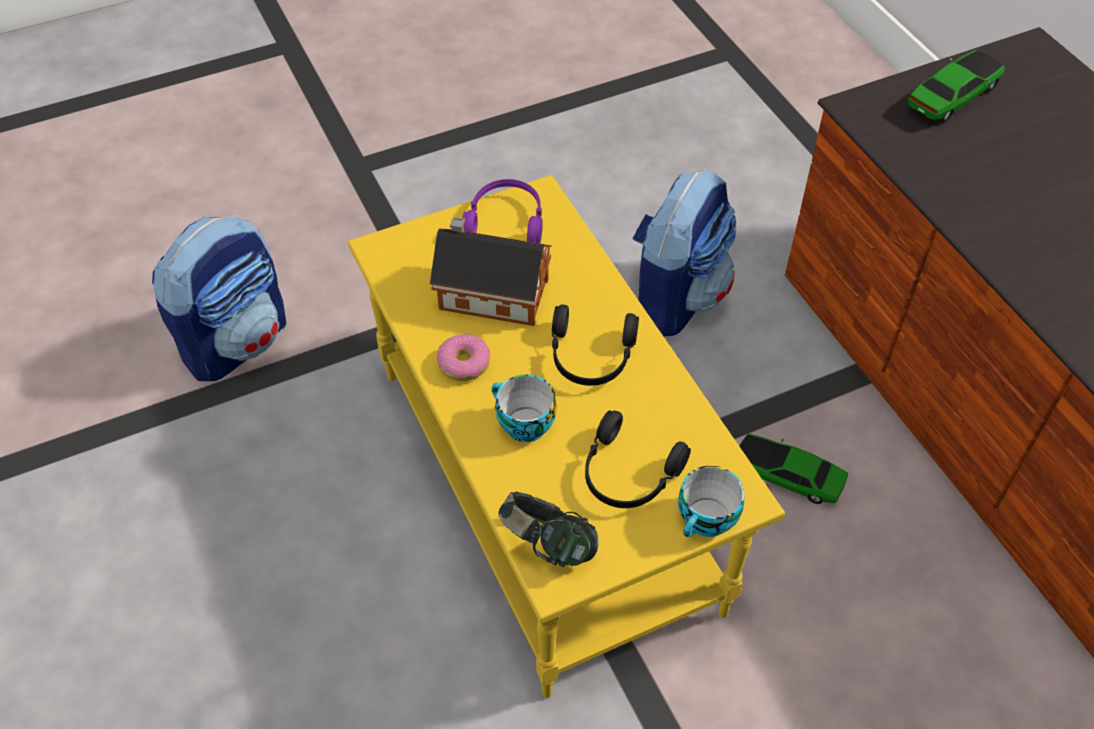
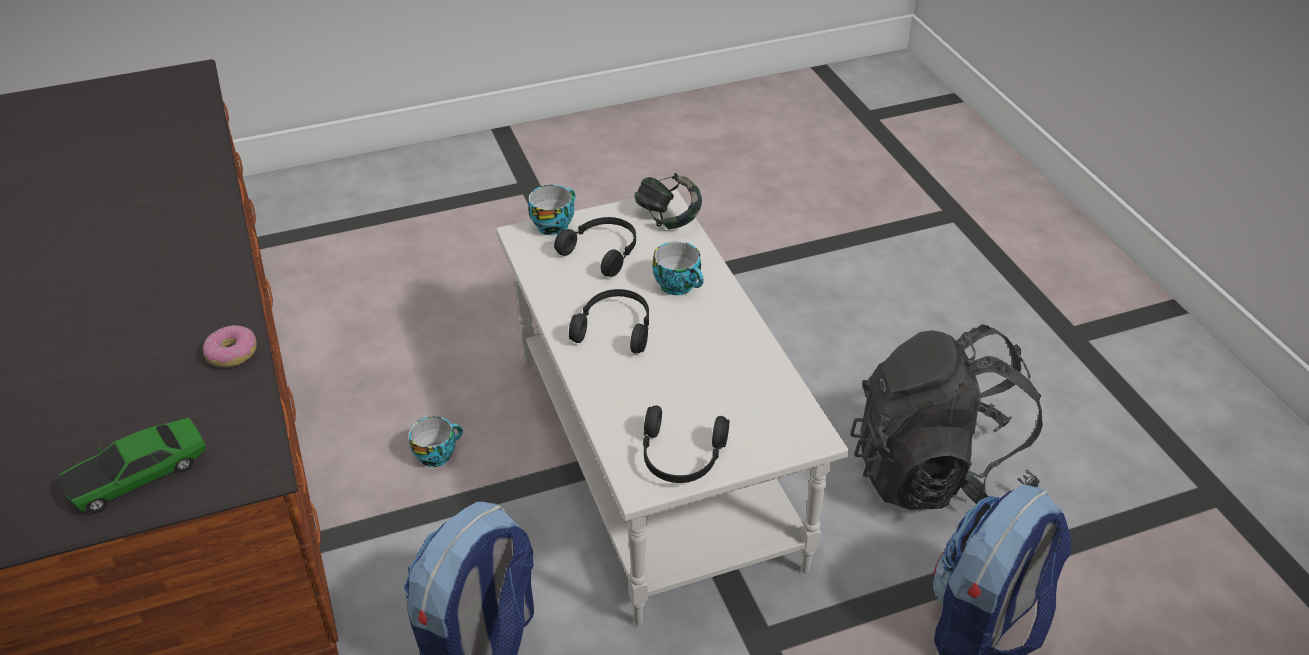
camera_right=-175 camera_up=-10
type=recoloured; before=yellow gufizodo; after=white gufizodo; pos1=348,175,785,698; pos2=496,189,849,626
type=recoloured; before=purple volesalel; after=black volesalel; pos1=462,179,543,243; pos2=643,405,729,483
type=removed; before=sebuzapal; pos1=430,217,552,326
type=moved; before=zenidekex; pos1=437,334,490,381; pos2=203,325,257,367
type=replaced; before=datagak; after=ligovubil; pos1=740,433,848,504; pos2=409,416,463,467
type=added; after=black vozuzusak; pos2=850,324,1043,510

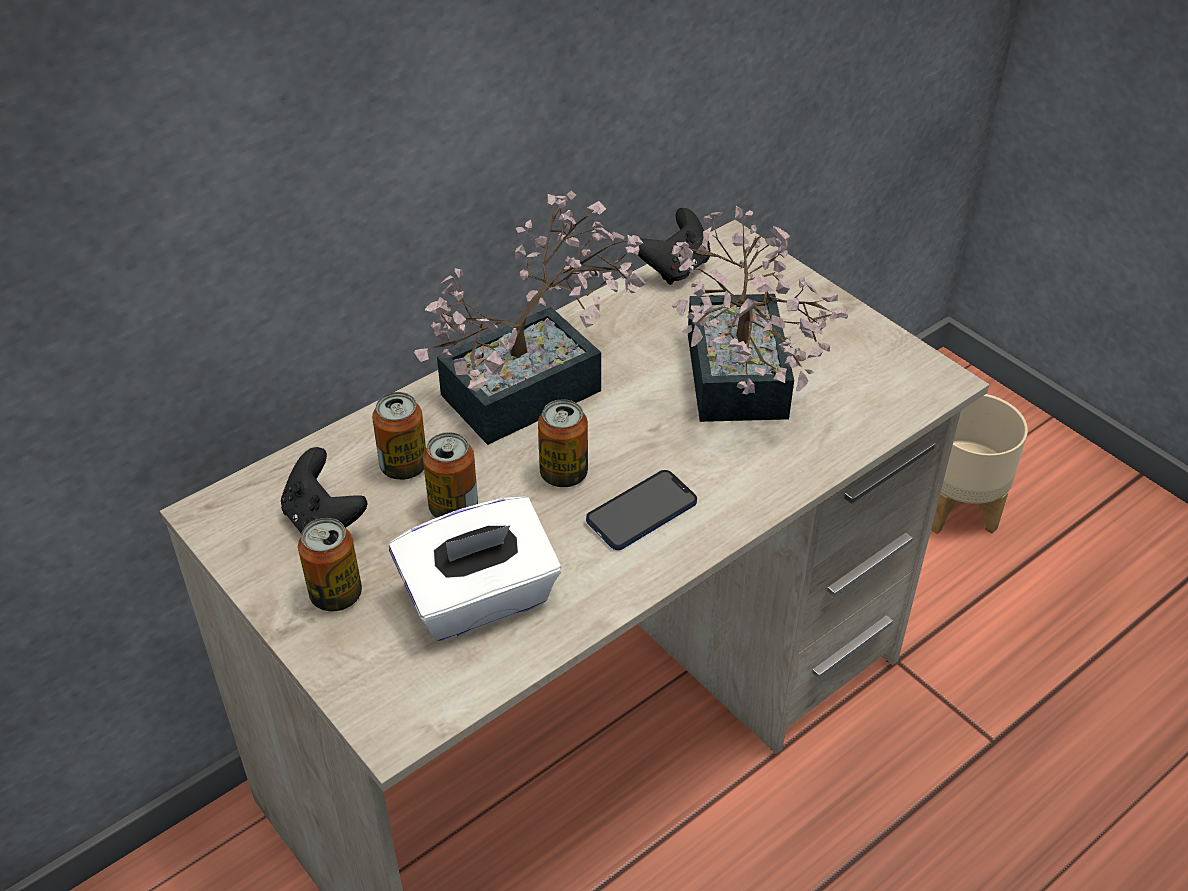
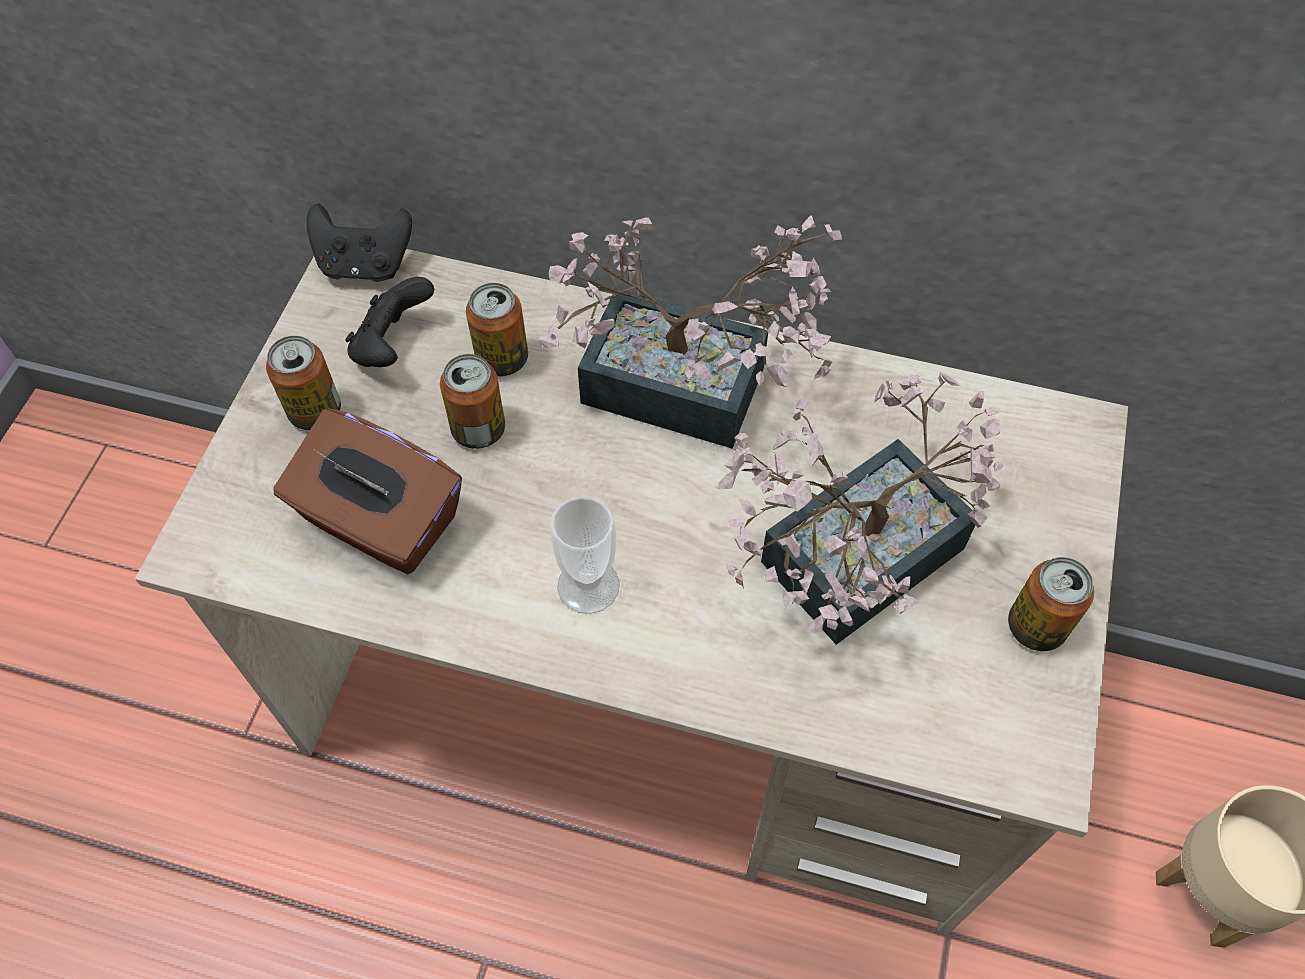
camera_right=55 camera_up=15
type=moved; before=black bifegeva; pos1=638,208,710,285; pos2=307,204,412,282
type=moved; before=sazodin; pos1=538,400,588,487; pos2=1008,557,1094,651
type=replaced; before=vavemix; after=ligovubil; pos1=586,470,697,550; pos2=550,496,620,614
type=recoloured; before=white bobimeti; after=brown bobimeti; pos1=389,496,561,641; pos2=273,408,462,574

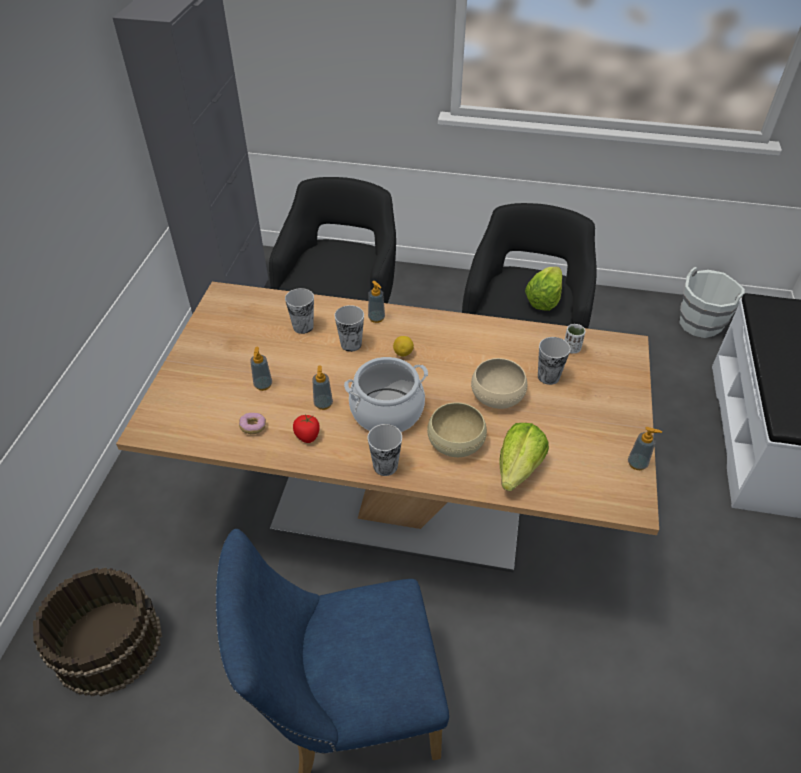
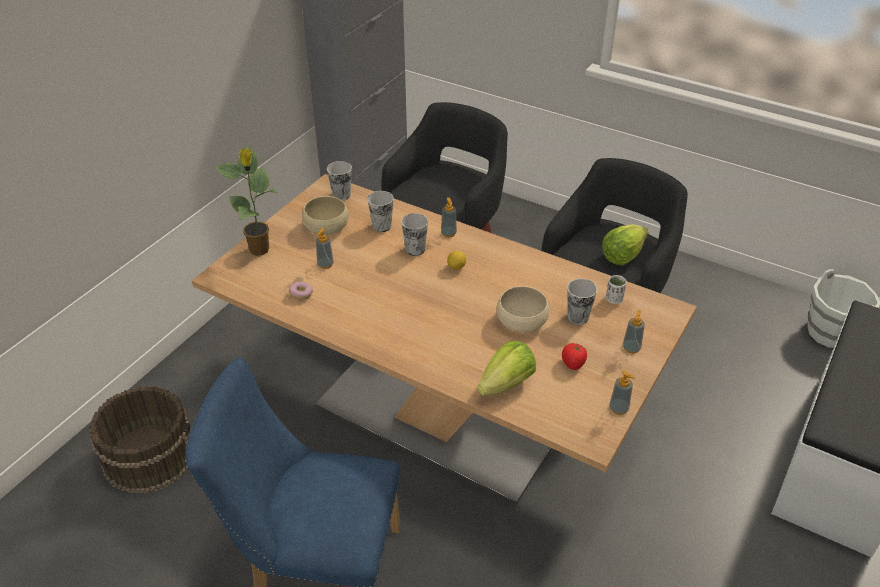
camera_right=20 camera_up=-5
type=removed; before=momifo; pos1=344,357,428,432
type=moved; before=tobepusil; pos1=312,365,333,410; pos2=623,310,645,354
type=moved; before=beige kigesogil; pos1=427,402,487,457; pos2=302,196,349,235
type=moved; before=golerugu; pos1=293,414,320,443; pos2=562,343,587,370
type=moved; before=ligovubil; pos1=368,424,402,476; pos2=327,161,352,201
type=added; after=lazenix; pos2=215,145,278,256

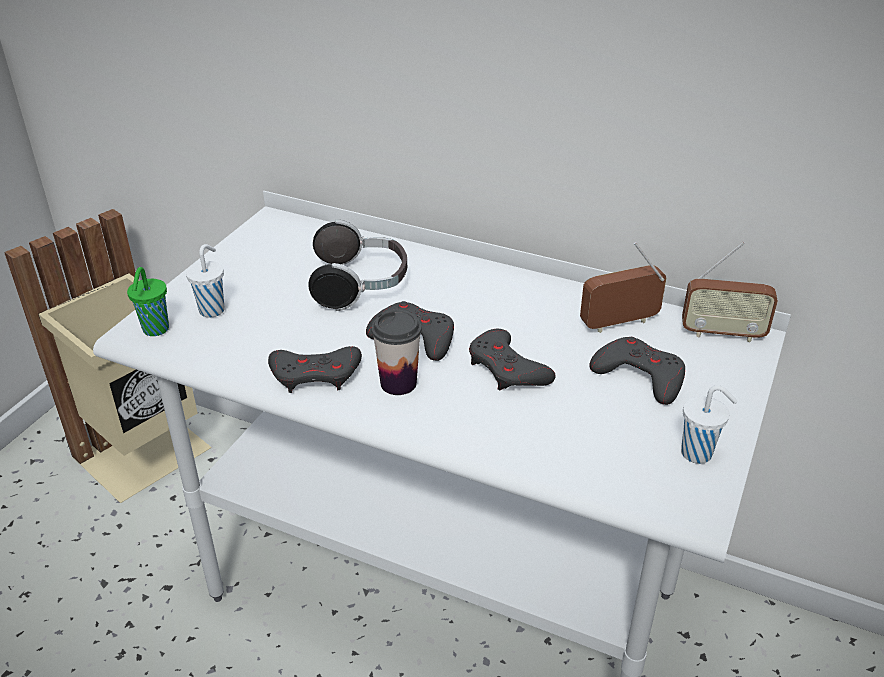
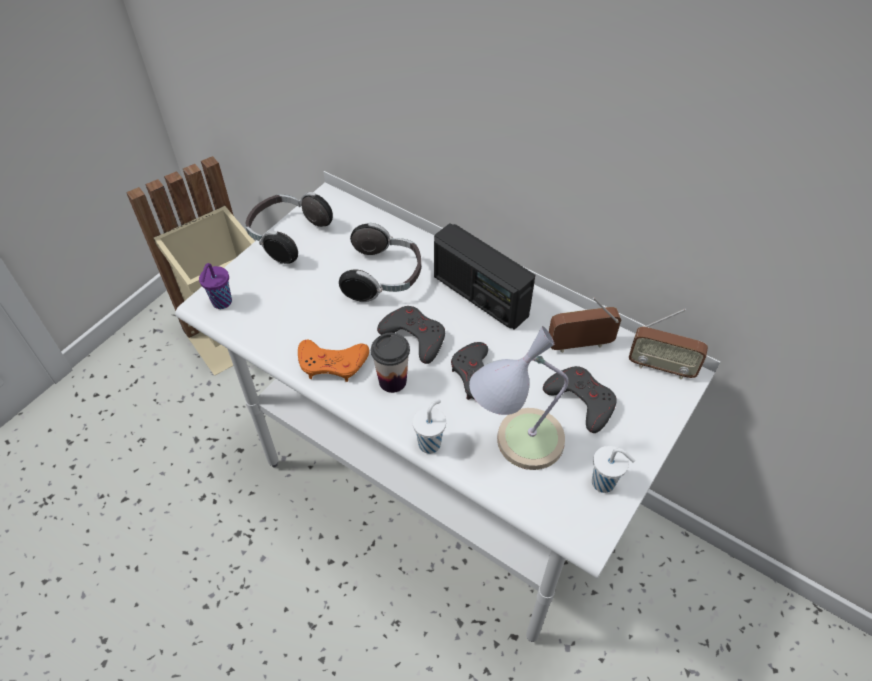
camera_right=10 camera_up=15
type=moved; before=white ligovubil; pos1=186,244,225,318; pos2=412,400,446,454
type=recoloured; before=green ligovubil; after=purple ligovubil; pos1=127,267,169,336; pos2=199,263,232,309
type=recoloured; before=grey bifegeva; after=orange bifegeva; pos1=268,346,362,393; pos2=298,340,369,382
type=added; after=volesalel; pos2=245,192,333,264
type=added; after=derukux; pos2=434,223,535,330
type=added; after=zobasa; pos2=469,326,569,470

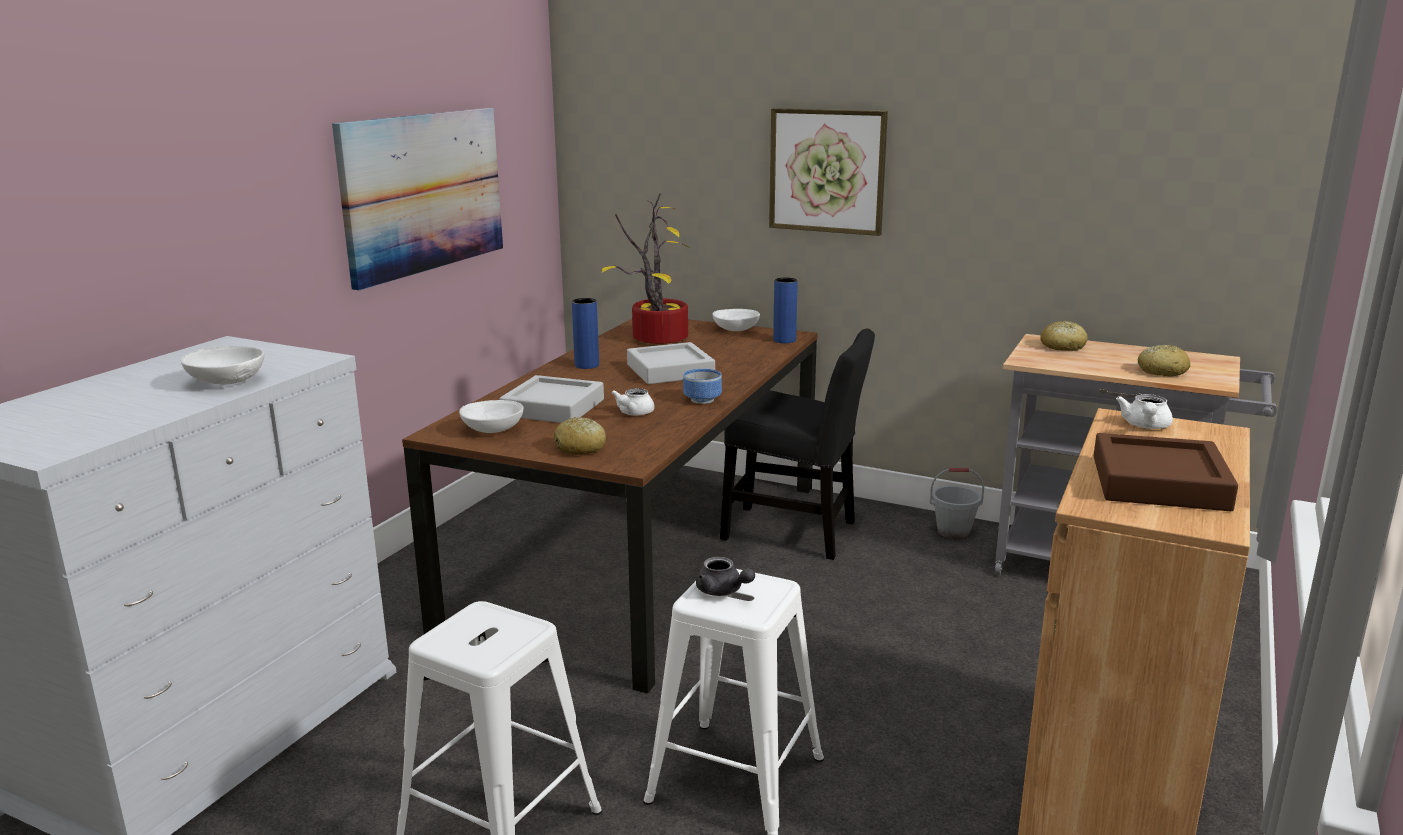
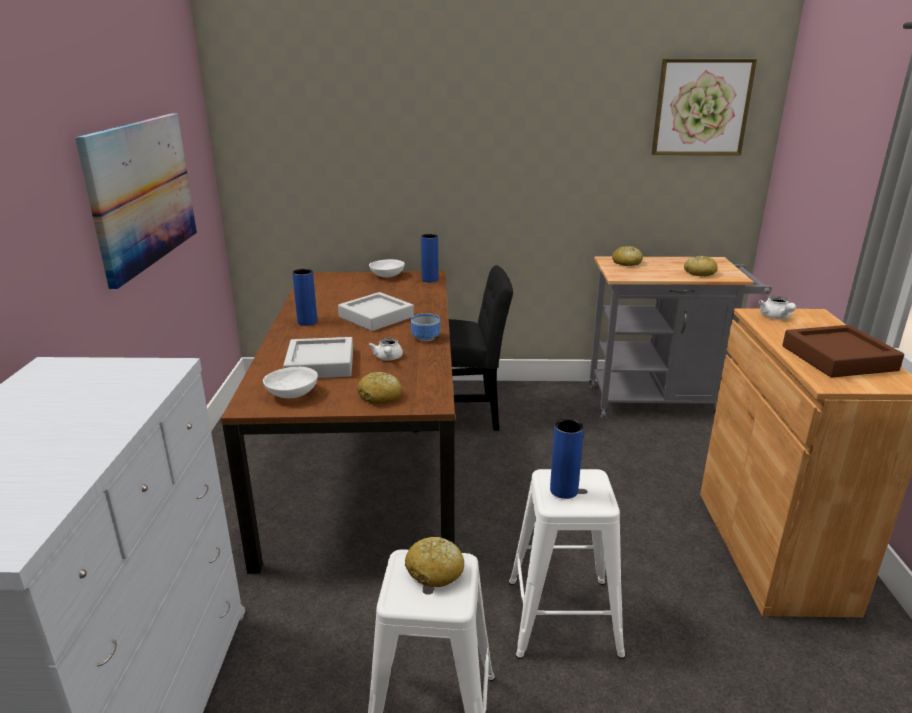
camera_right=-25 camera_up=5
type=moved; before=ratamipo; pos1=769,108,888,236; pos2=652,59,757,155
type=removed; before=lazenix; pos1=601,193,691,344
type=removed; before=white kigesogil; pos1=181,346,265,385
type=removed; before=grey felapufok; pos1=930,468,984,539
type=replaced; before=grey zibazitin; after=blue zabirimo; pos1=696,557,755,596; pos2=550,418,584,499
type=added; after=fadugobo; pos2=405,537,464,587

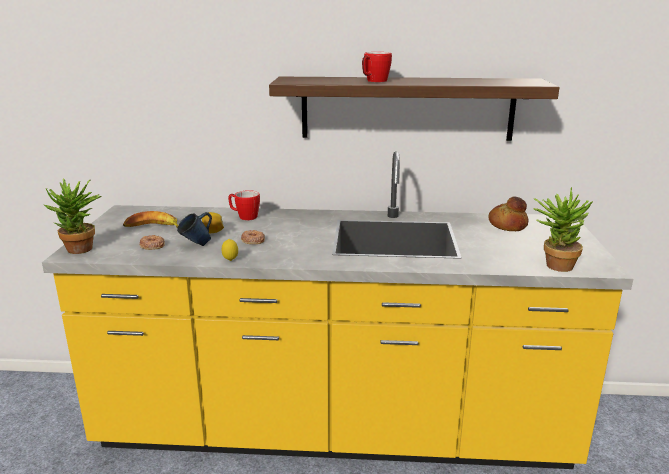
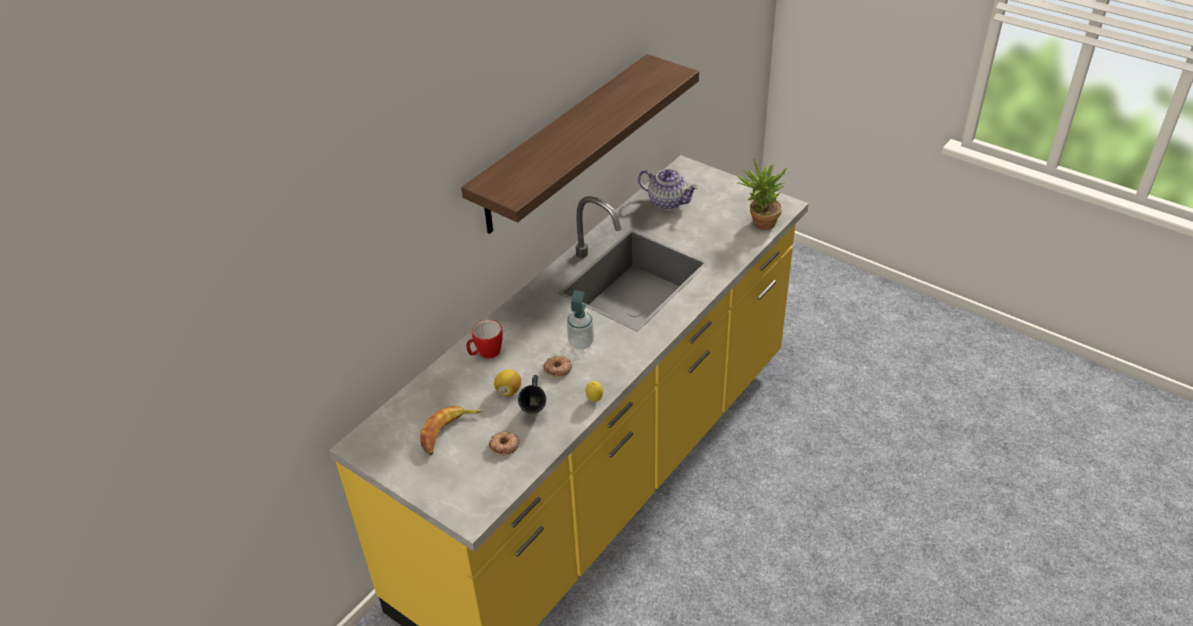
camera_right=-55 camera_up=20
type=removed; before=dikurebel; pos1=362,52,392,82
type=removed; before=lazenix; pos1=44,178,102,254
type=replaced; before=fadugobo; after=zibazitin; pos1=488,197,528,231; pos2=638,169,699,210
type=added; after=tobepusil; pos2=567,290,594,349

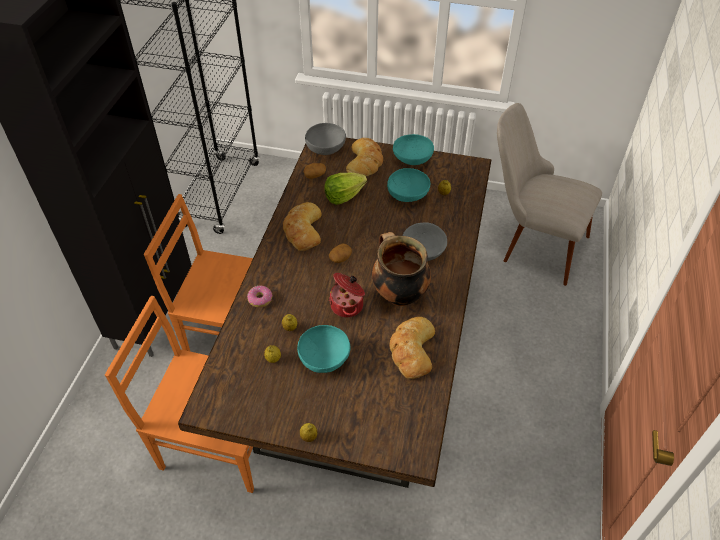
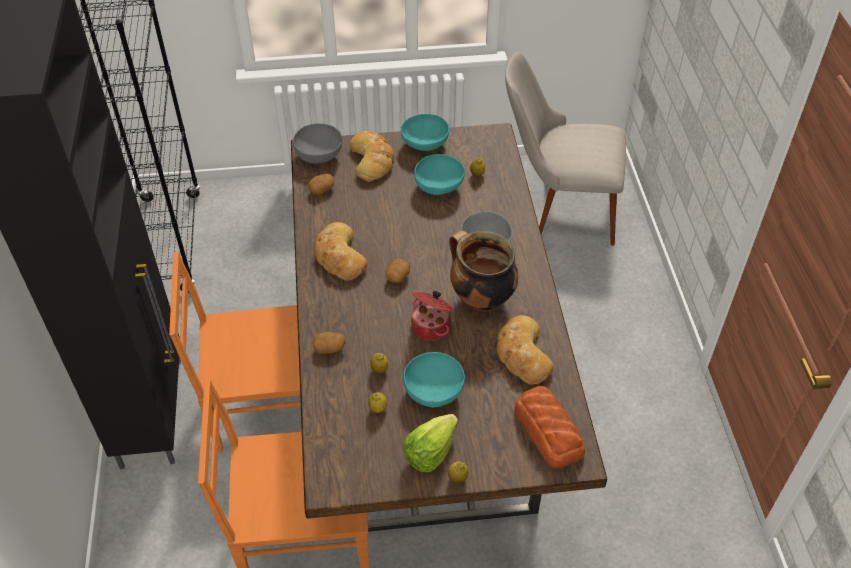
camera_right=-20 camera_up=0
type=moved; before=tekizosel; pos1=324,172,367,205; pos2=403,414,458,472
type=replaced; before=zenidekex; after=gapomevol; pos1=247,286,272,308; pos2=313,332,345,354
type=added; after=fadugobo; pos2=514,386,585,469

